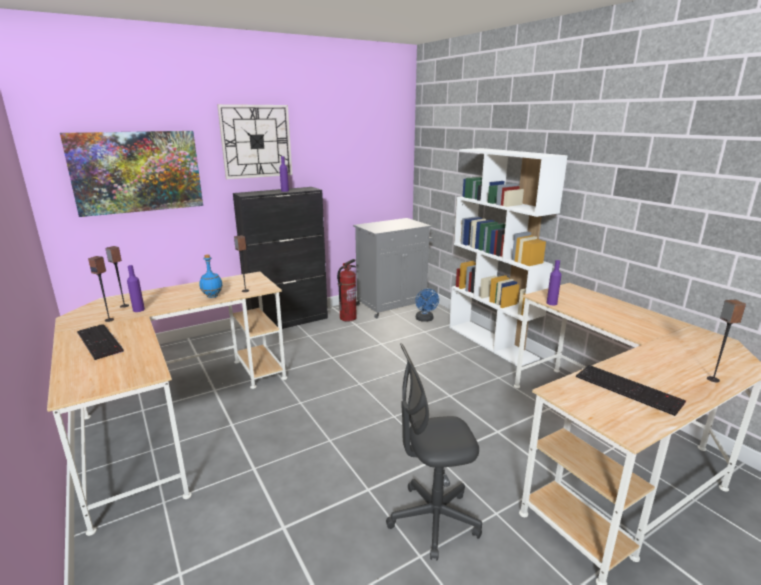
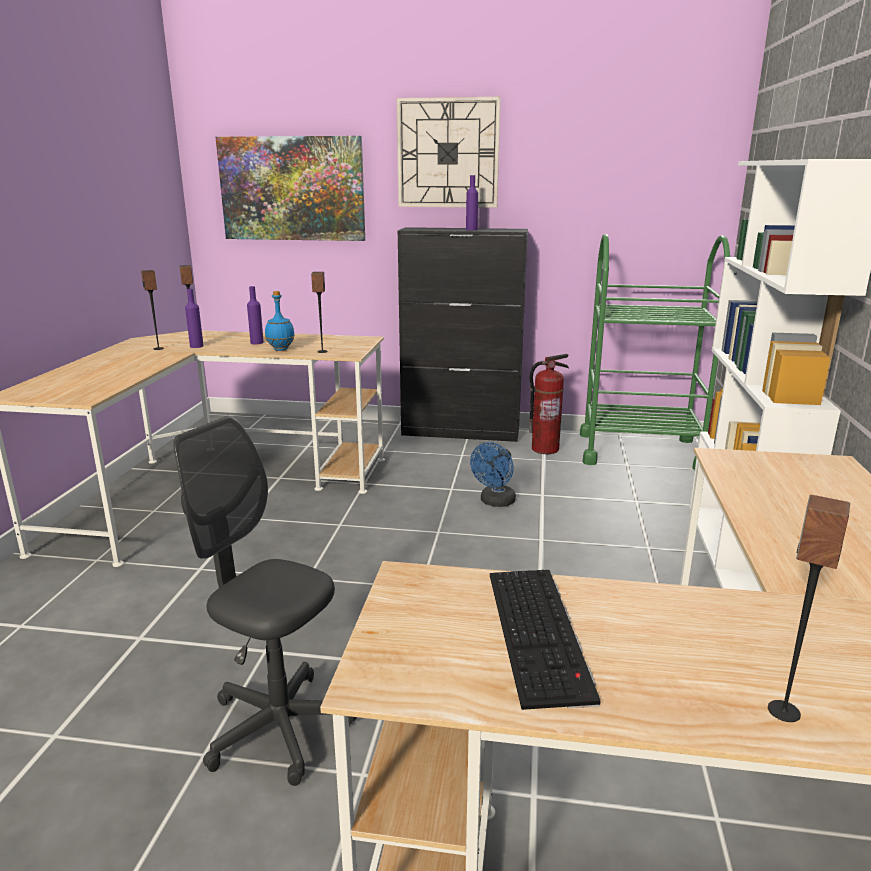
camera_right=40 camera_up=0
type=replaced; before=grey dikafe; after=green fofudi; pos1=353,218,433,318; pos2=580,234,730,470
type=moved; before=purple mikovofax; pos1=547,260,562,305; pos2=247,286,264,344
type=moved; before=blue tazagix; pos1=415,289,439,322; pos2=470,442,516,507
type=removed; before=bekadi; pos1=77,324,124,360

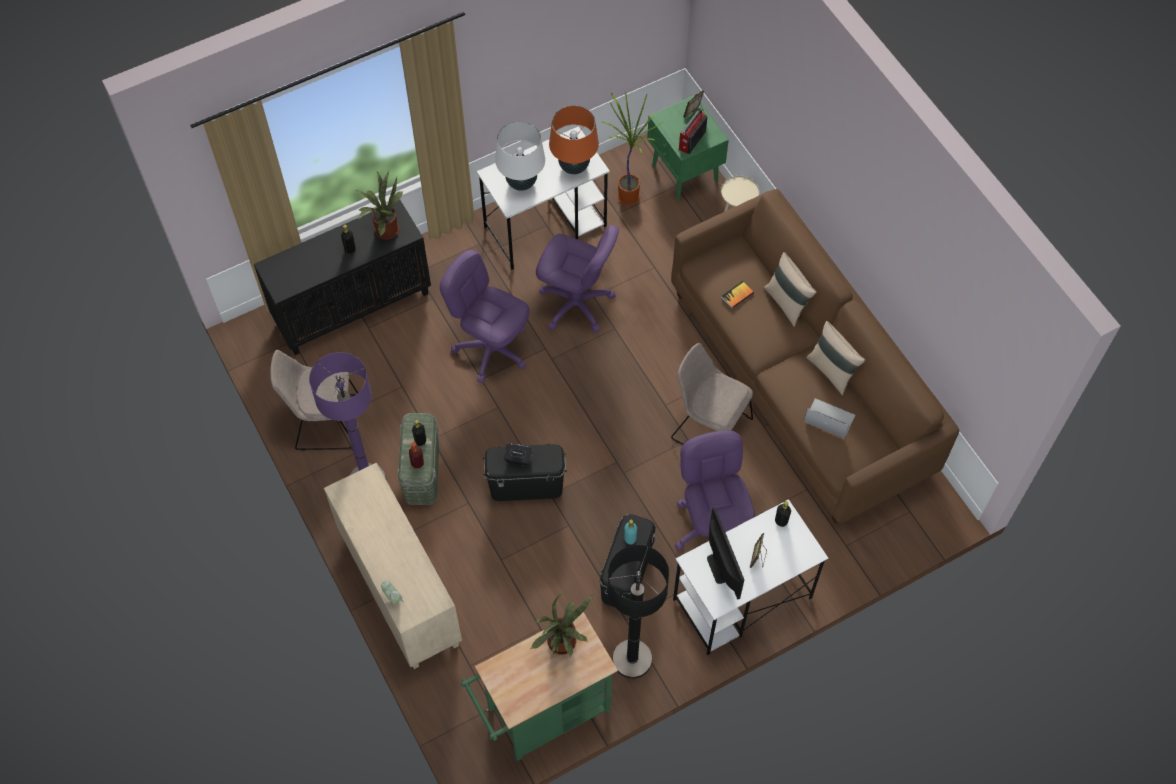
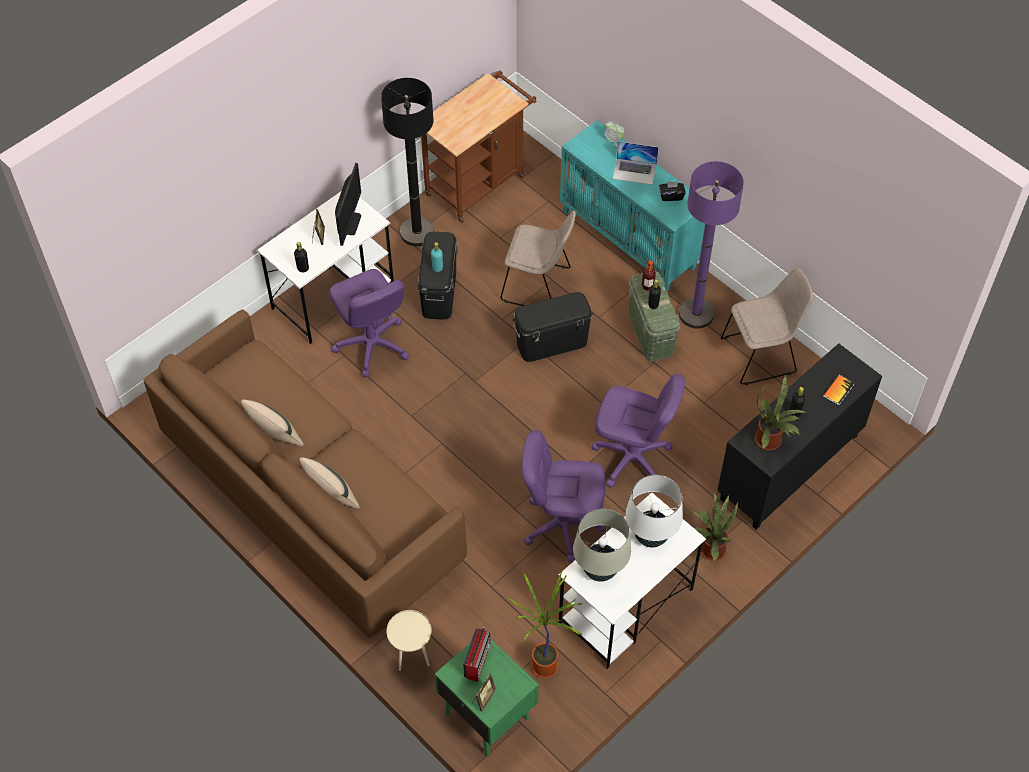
camera_right=165 camera_up=-5
type=recoloured; before=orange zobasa; after=beige zobasa; pos1=549,105,599,174; pos2=573,509,631,582
type=moved; before=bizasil; pos1=721,281,754,308; pos2=823,375,854,405
type=moved; before=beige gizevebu; pos1=671,343,753,445; pos2=500,211,576,306
type=moved; before=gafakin; pos1=804,398,855,439; pos2=613,141,658,185
type=moved; before=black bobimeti; pos1=504,444,533,466; pos2=659,181,686,201
type=recoloured; before=beige dikafe; after=turquoise dikafe; pos1=324,463,462,669; pos2=560,120,705,291
type=turned; before=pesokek; pos1=707,507,744,600; pos2=335,163,361,246; turn=-135
type=moved; before=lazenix; pos1=531,592,594,657; pos2=690,491,738,561
type=recoloured; before=green fofudi; after=brown fofudi; pos1=461,612,618,761; pos2=421,71,537,223

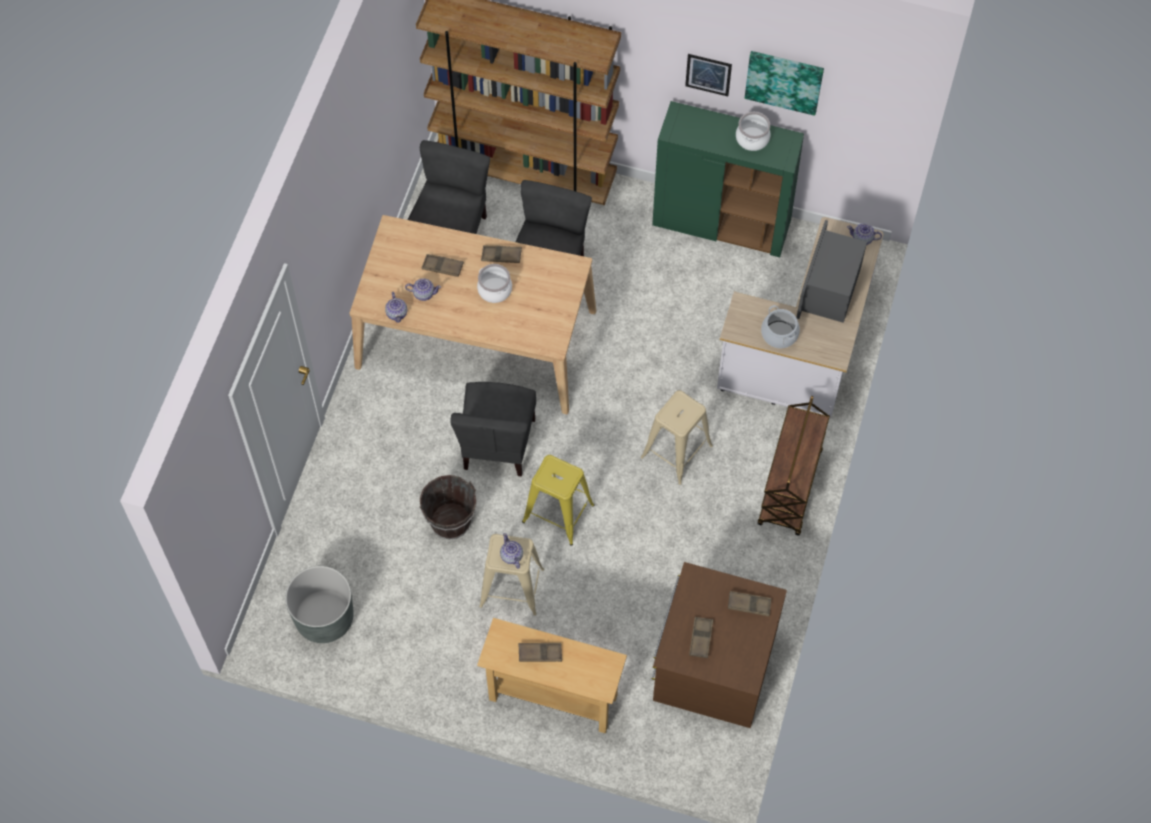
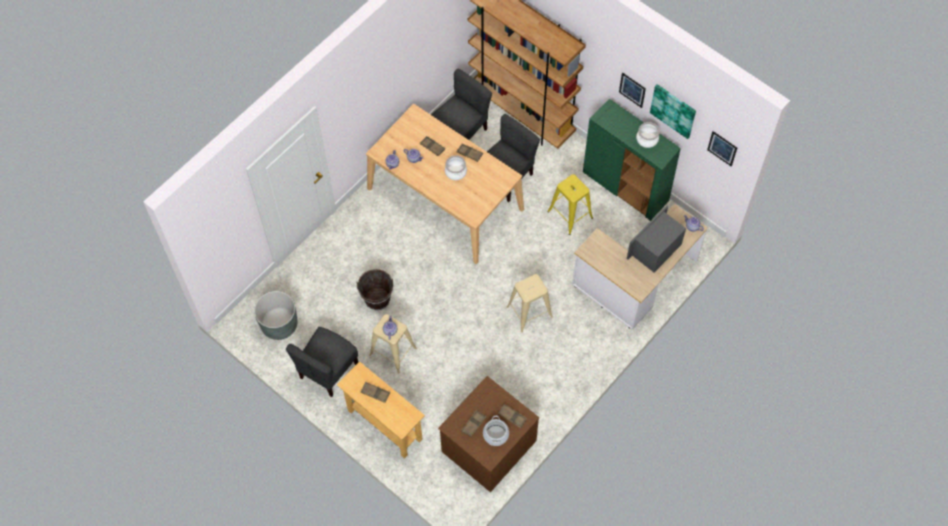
camera_right=25 camera_up=0
type=moved; before=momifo; pos1=761,305,800,348; pos2=483,416,509,446
type=moved; before=grey gizevebu; pos1=450,382,536,476; pos2=286,327,358,397
type=removed; before=brown fofudi; pos1=758,396,830,536
type=moved; before=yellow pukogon; pos1=522,455,595,545; pos2=547,174,593,235
type=added; after=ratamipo; pos2=707,131,737,166

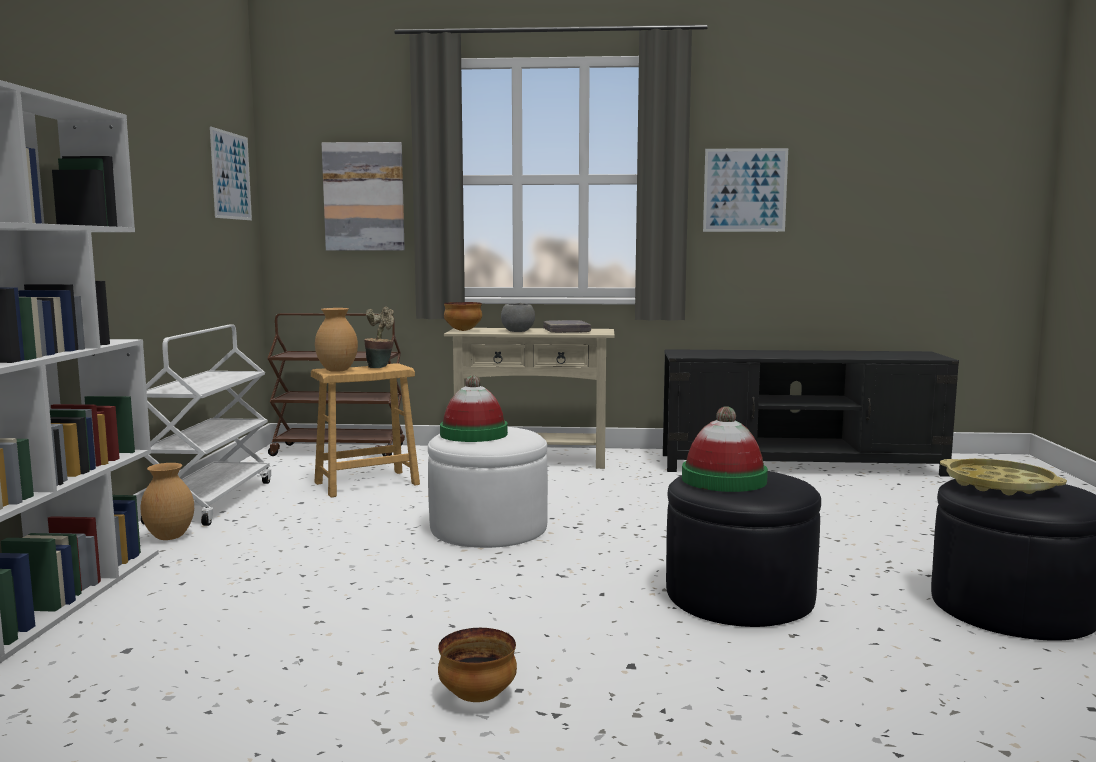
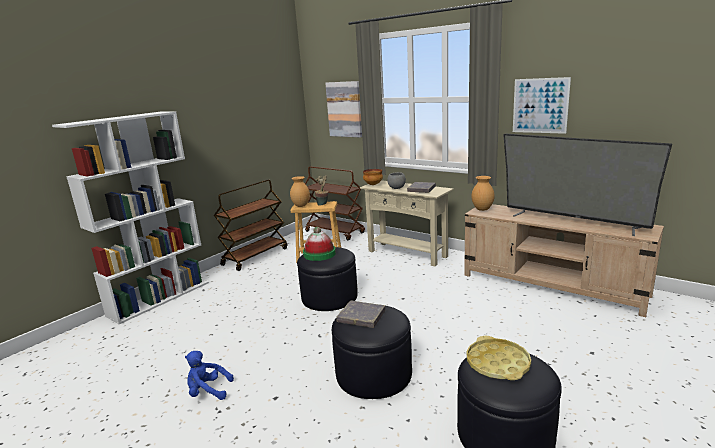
camera_right=35 camera_up=10
type=removed; before=ratamipo; pos1=210,126,252,220
type=recoloured; before=white fofudi; after=brown fofudi; pos1=141,324,271,526; pos2=214,180,288,271
type=recoloured; before=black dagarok; after=beige dagarok; pos1=663,349,959,477; pos2=464,204,664,317
type=replaced; before=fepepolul; after=grey bizasil; pos1=682,406,768,492; pos2=336,301,386,328
type=recoloured; before=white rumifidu; after=black rumifidu; pos1=428,427,548,548; pos2=297,247,358,311
type=moved; before=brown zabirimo; pos1=141,463,194,540; pos2=471,176,495,211
type=replaced; before=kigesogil; after=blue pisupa; pos1=438,628,517,702; pos2=185,351,234,400
type=added; after=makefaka; pos2=503,134,672,236

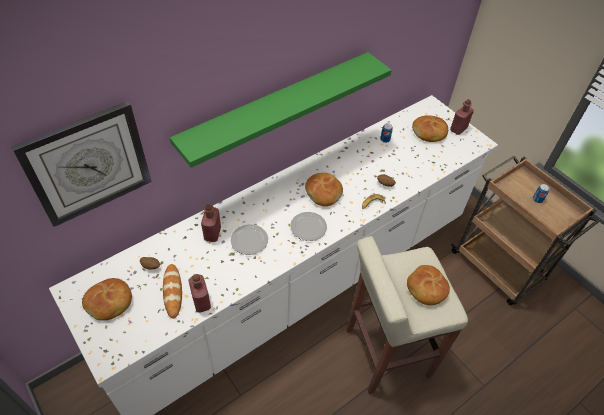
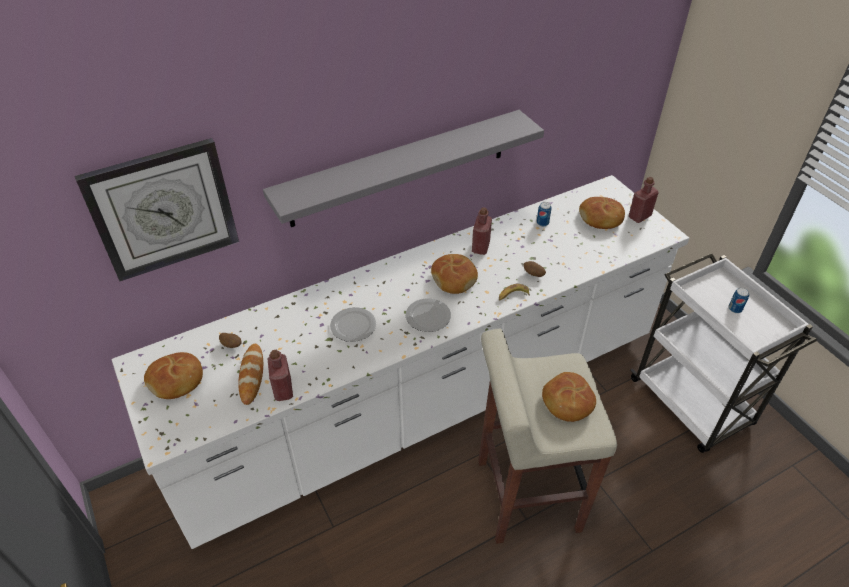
camera_right=10 camera_up=-5
type=recoloured; before=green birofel; after=grey birofel; pos1=170,52,392,168; pos2=263,110,544,227
type=recoloured; before=brown fofudi; after=white fofudi; pos1=451,155,600,305; pos2=630,253,817,453
type=moved; before=red mikovofax; pos1=201,204,221,242; pos2=472,207,492,255

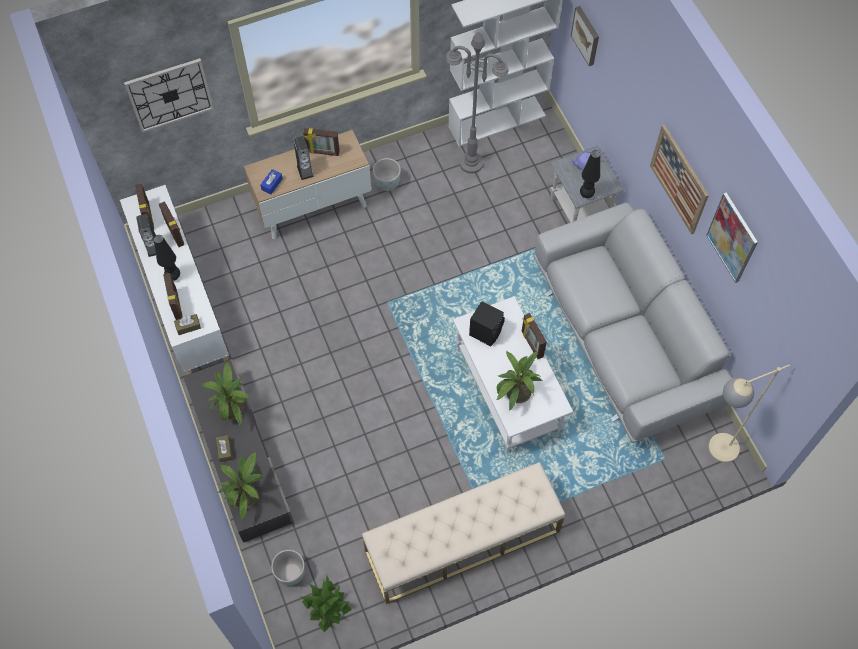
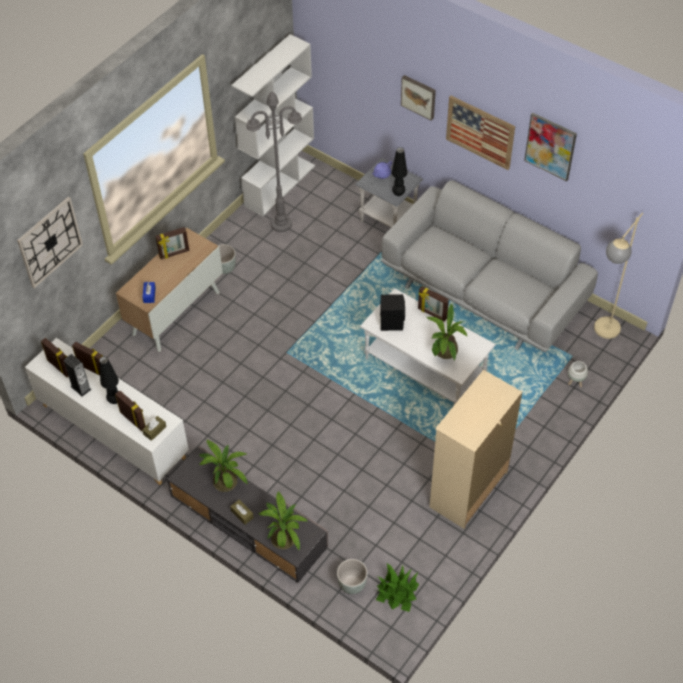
camera_right=-30 camera_up=-10
type=moved; before=ratamipo; pos1=571,6,599,66; pos2=401,75,436,121
type=removed; before=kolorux; pos1=293,136,314,180
type=replaced; before=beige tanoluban; after=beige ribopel; pos1=362,462,565,604; pos2=429,370,522,529
type=added; after=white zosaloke; pos2=568,361,588,387

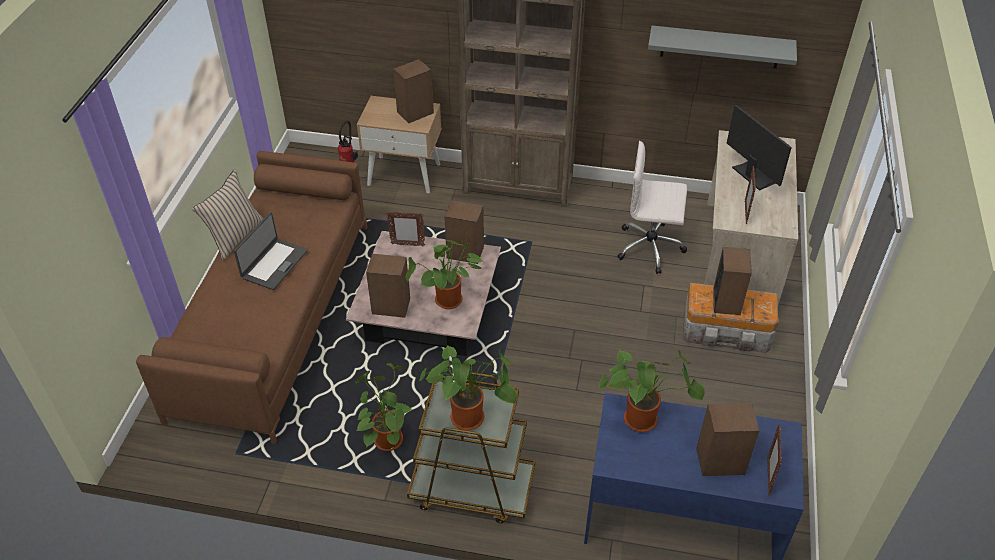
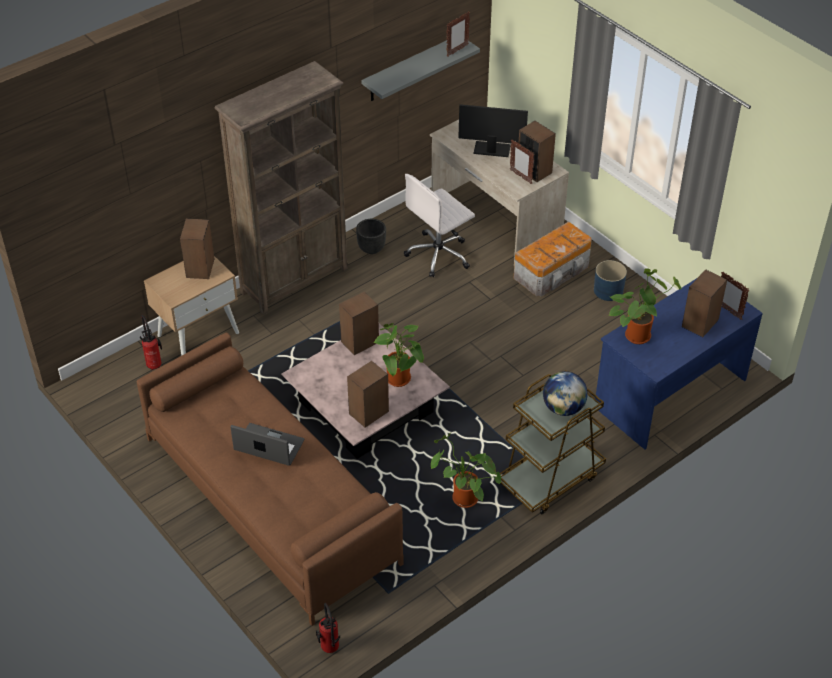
camera_right=-50 camera_up=0
type=removed; before=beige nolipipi; pos1=192,169,263,260
type=turned; before=gafakin; pos1=234,212,308,290; pos2=230,423,304,466; turn=-45
type=moved; before=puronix; pos1=386,212,425,246; pos2=447,11,470,57
type=moved; before=kolorux; pos1=713,247,752,315; pos2=519,121,556,182
type=replaced; before=lazenix; after=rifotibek; pos1=419,346,517,430; pos2=543,371,588,416
type=added; after=black zosaloke; pos2=356,219,386,254
type=added; after=blue zosaloke; pos2=594,260,627,301
type=added; after=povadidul; pos2=316,603,340,653

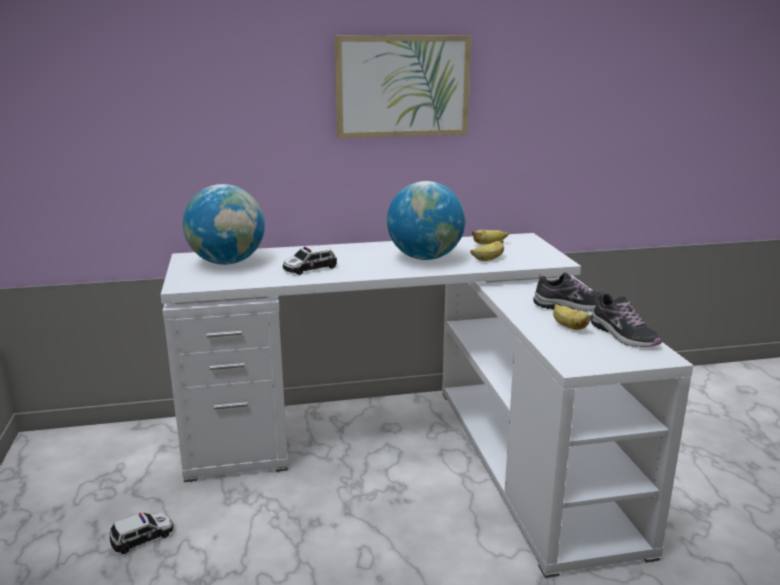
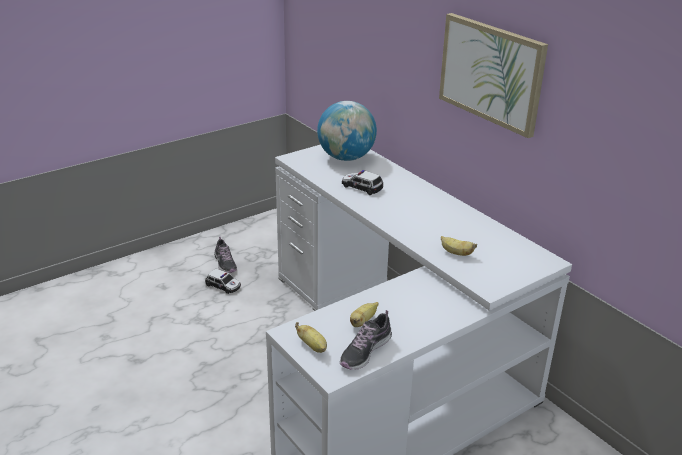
camera_right=65 camera_up=10
type=removed; before=rifotibek; pos1=387,181,465,260
type=moved; before=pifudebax; pos1=472,230,509,244; pos2=295,322,327,353
type=moved; before=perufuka; pos1=533,272,601,311; pos2=214,237,237,273

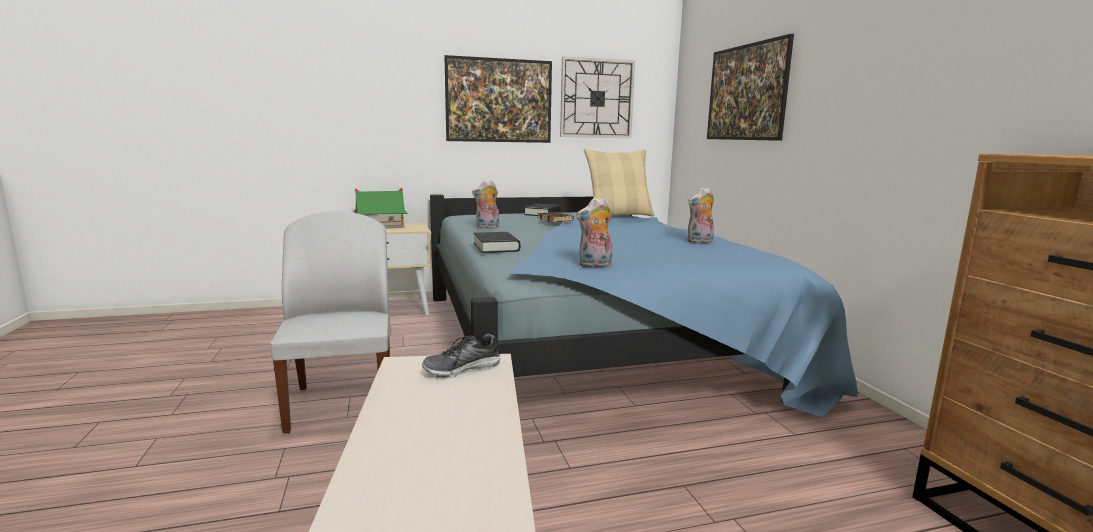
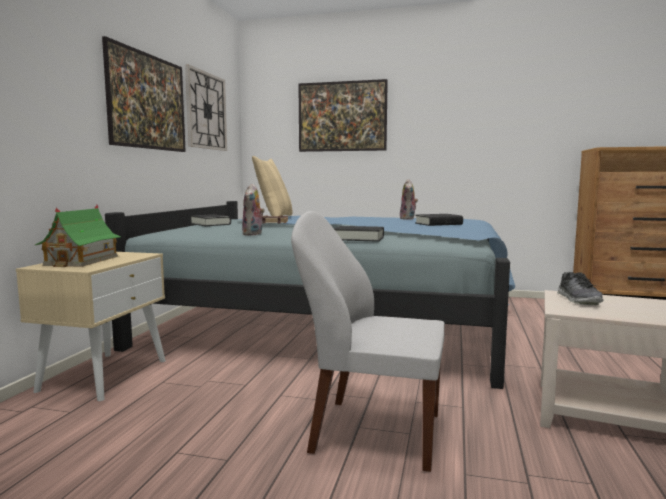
camera_right=-60 camera_up=-5
type=removed; before=pisupa; pos1=576,197,612,267
type=added; after=black bizasil; pos2=415,214,463,226

